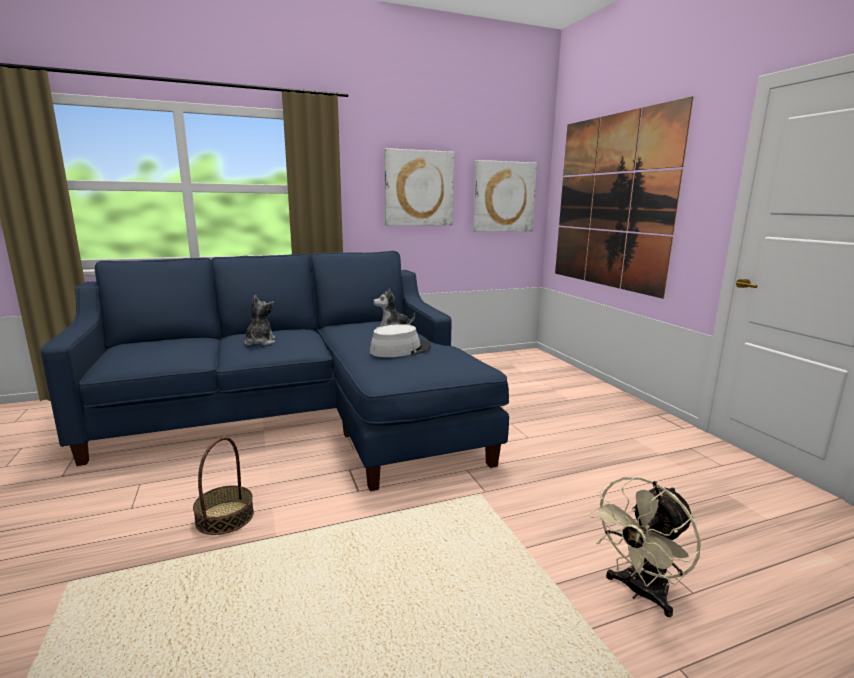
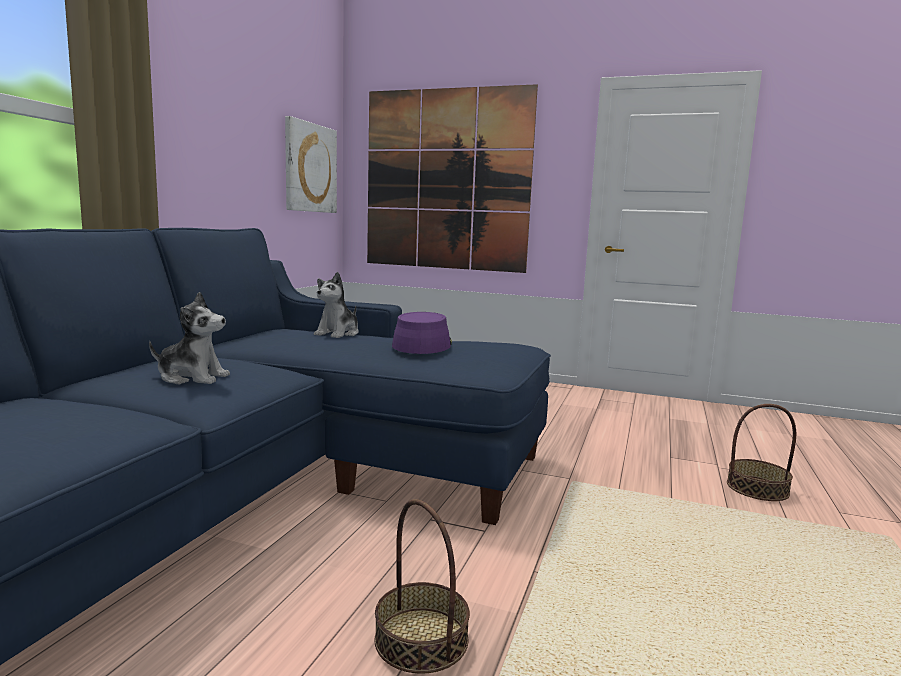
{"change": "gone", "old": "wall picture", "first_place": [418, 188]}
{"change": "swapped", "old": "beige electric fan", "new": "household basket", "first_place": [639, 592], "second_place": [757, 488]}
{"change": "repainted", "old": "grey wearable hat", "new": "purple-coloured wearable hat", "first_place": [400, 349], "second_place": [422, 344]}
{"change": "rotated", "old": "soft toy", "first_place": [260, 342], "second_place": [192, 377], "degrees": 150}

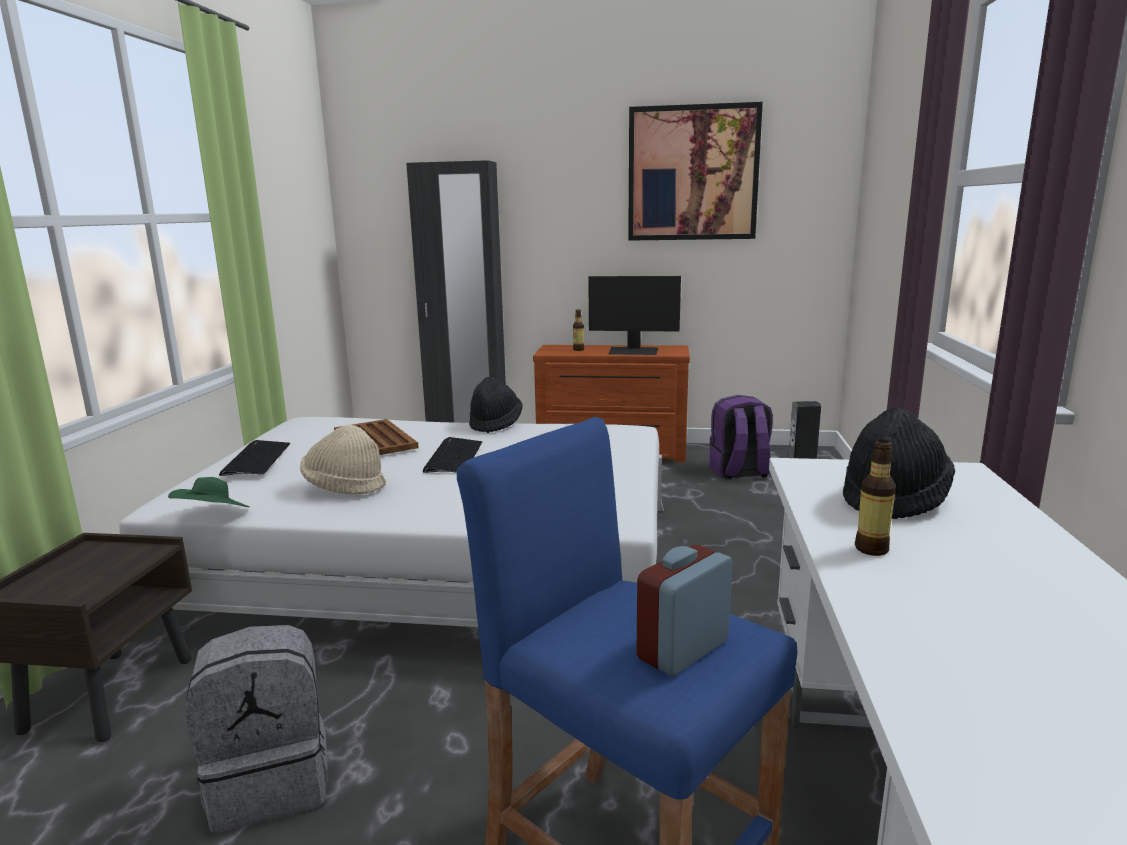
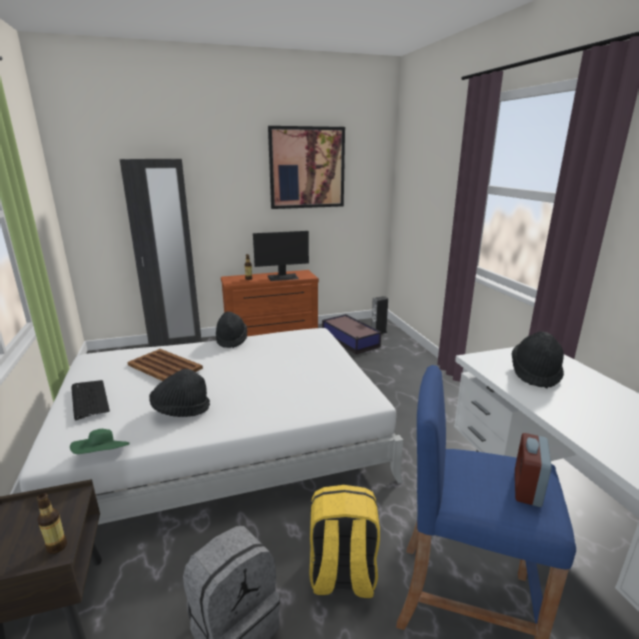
{"change": "gone", "old": "PC keyboard", "first_place": [453, 457]}
{"change": "new", "new": "yellow rucksack", "second_place": [342, 575]}
{"change": "shifted", "old": "beverage bottle", "first_place": [871, 549], "second_place": [57, 546]}
{"change": "swapped", "old": "purple-coloured rucksack", "new": "storage container", "first_place": [739, 472], "second_place": [350, 340]}
{"change": "repainted", "old": "beige wearable hat", "new": "black wearable hat", "first_place": [344, 487], "second_place": [181, 410]}

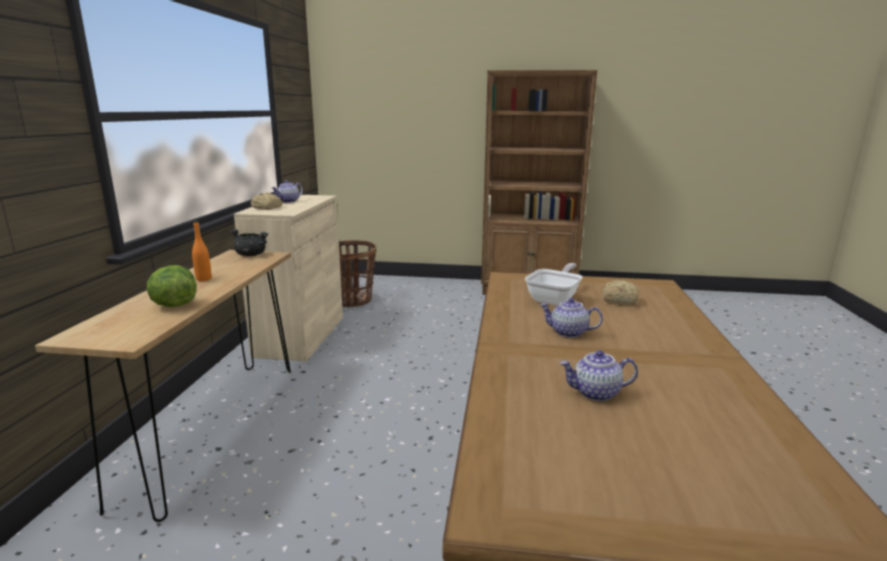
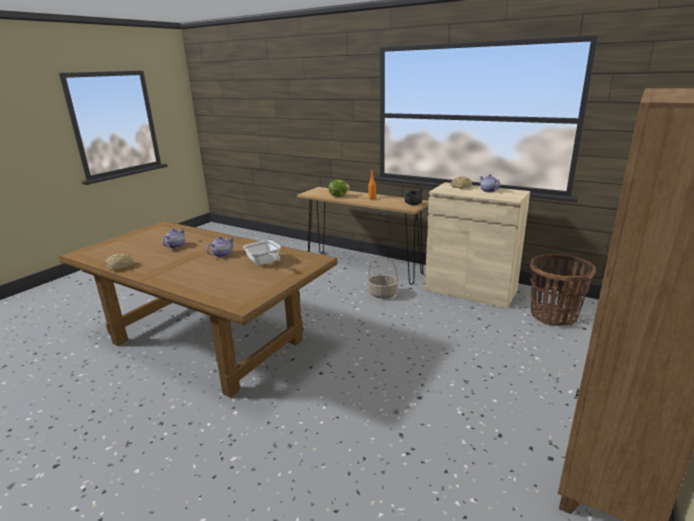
{"change": "new", "new": "household basket", "second_place": [382, 294]}
{"change": "shifted", "old": "bread", "first_place": [618, 300], "second_place": [121, 266]}

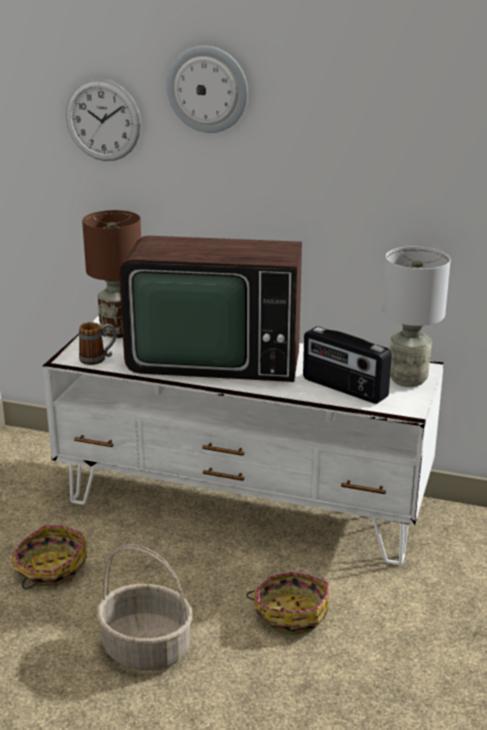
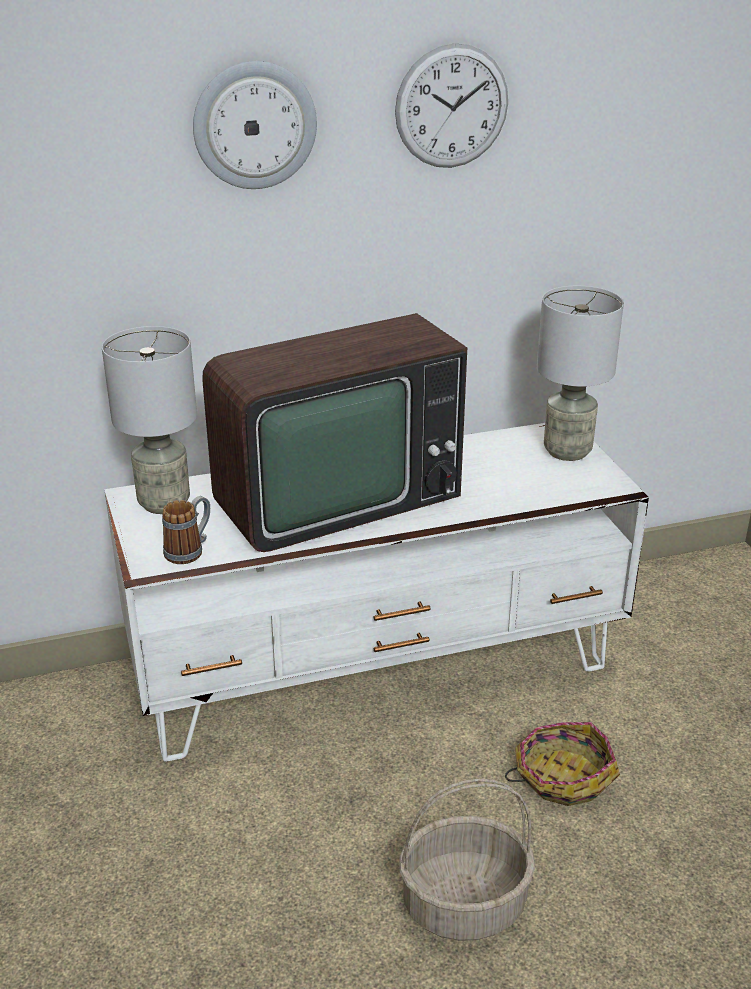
{"change": "gone", "old": "household basket", "first_place": [50, 569]}
{"change": "gone", "old": "radio receiver", "first_place": [344, 388]}
{"change": "shifted", "old": "wall clock", "first_place": [103, 120], "second_place": [452, 107]}
{"change": "repainted", "old": "brownish tabletop lamp", "new": "grey tabletop lamp", "first_place": [117, 332], "second_place": [163, 503]}

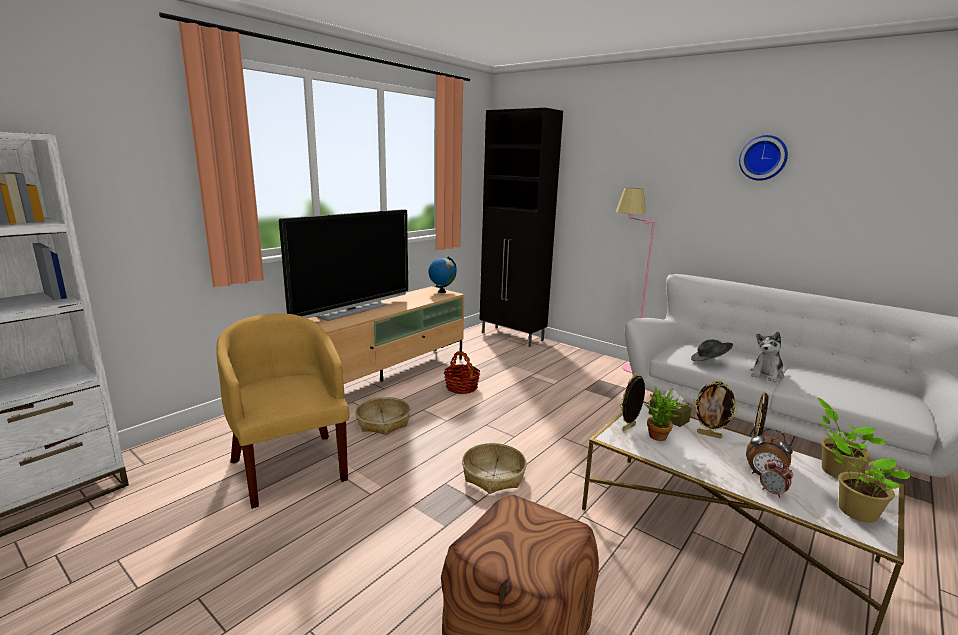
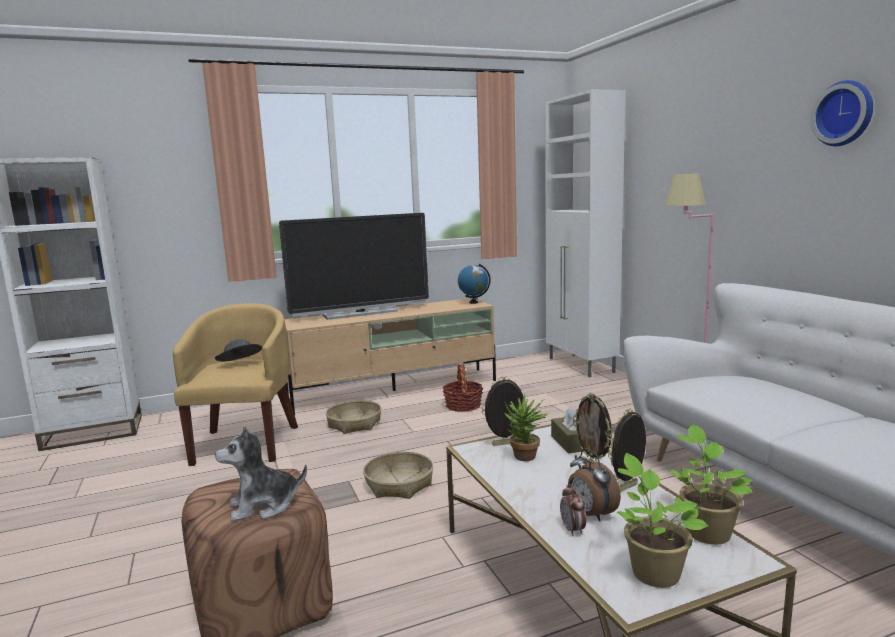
{"change": "shifted", "old": "grey wearable hat", "first_place": [709, 361], "second_place": [239, 364]}
{"change": "shifted", "old": "soft toy", "first_place": [766, 374], "second_place": [263, 506]}
{"change": "repainted", "old": "black storage cabinet", "new": "white storage cabinet", "first_place": [512, 337], "second_place": [581, 365]}

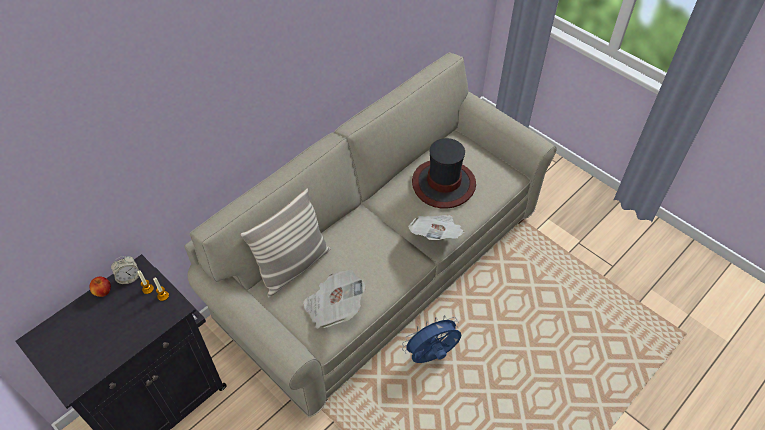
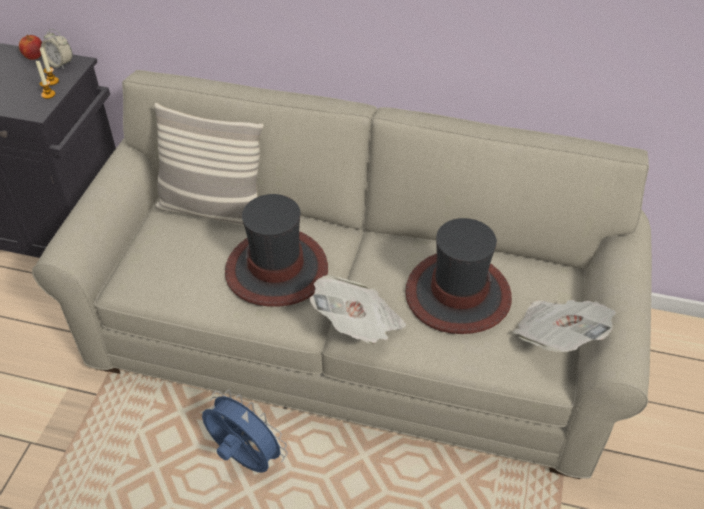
{"change": "new", "new": "wearable hat", "second_place": [277, 269]}
{"change": "shifted", "old": "newspaper", "first_place": [334, 307], "second_place": [557, 337]}

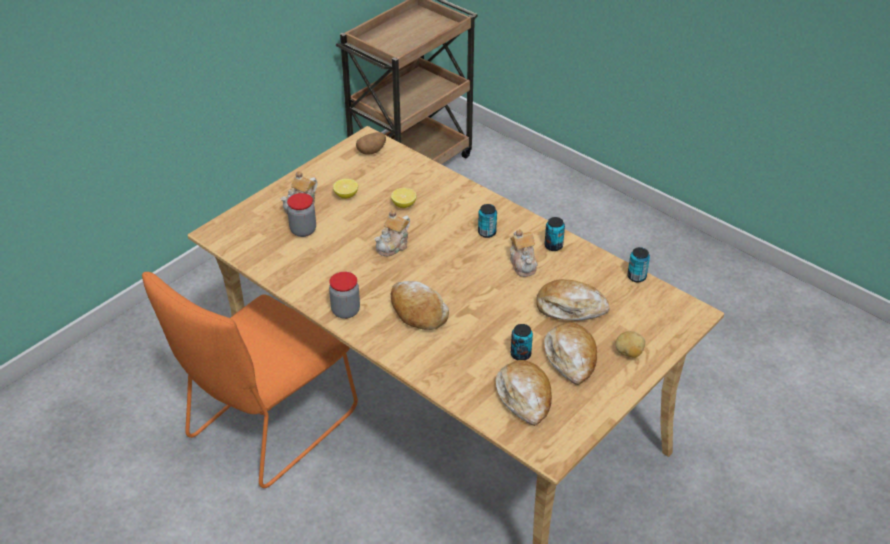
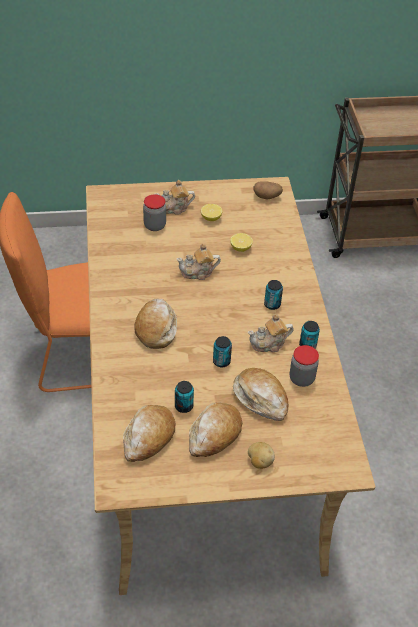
{"change": "shifted", "old": "storage jar", "first_place": [345, 311], "second_place": [301, 378]}
{"change": "shifted", "old": "can", "first_place": [636, 277], "second_place": [221, 361]}
{"change": "rotated", "old": "tea pot", "first_place": [523, 263], "second_place": [269, 343], "degrees": 45}

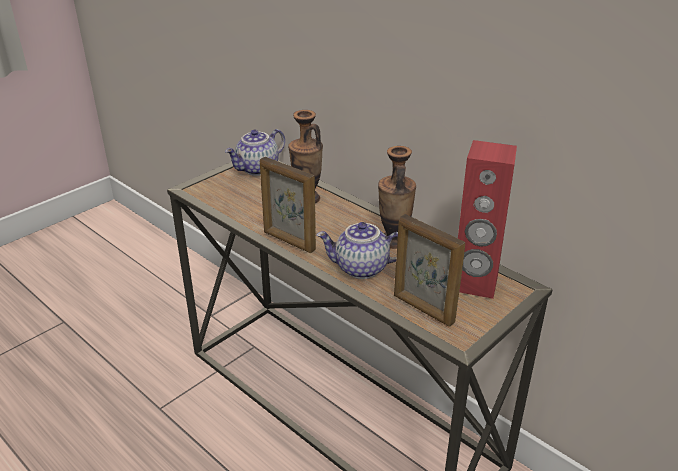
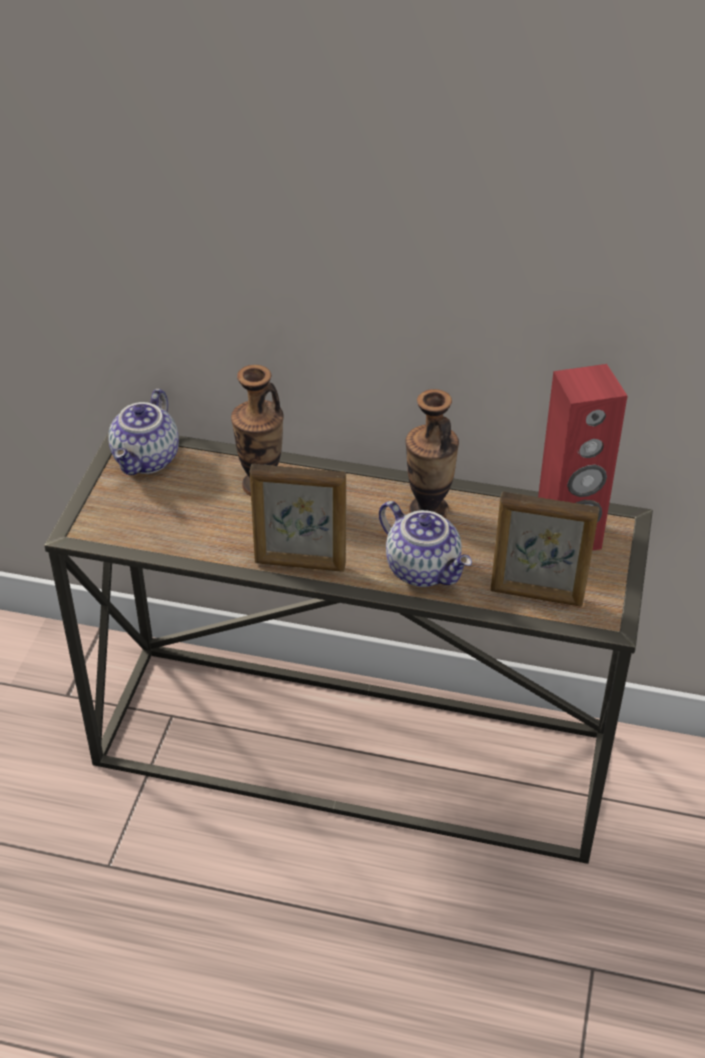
{"change": "rotated", "old": "tea pot", "first_place": [361, 269], "second_place": [424, 569], "degrees": -105}

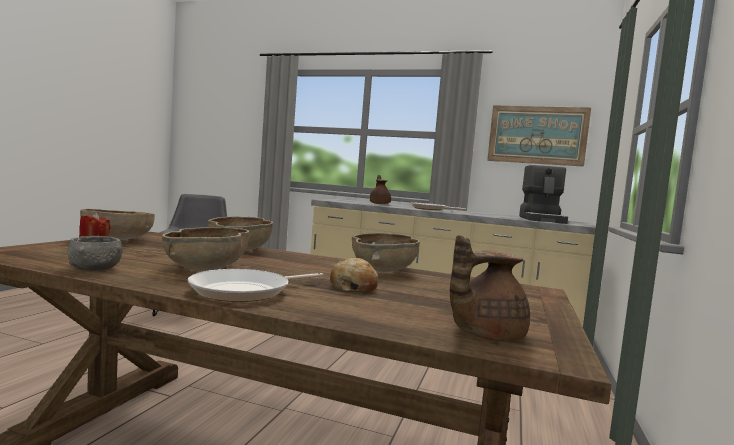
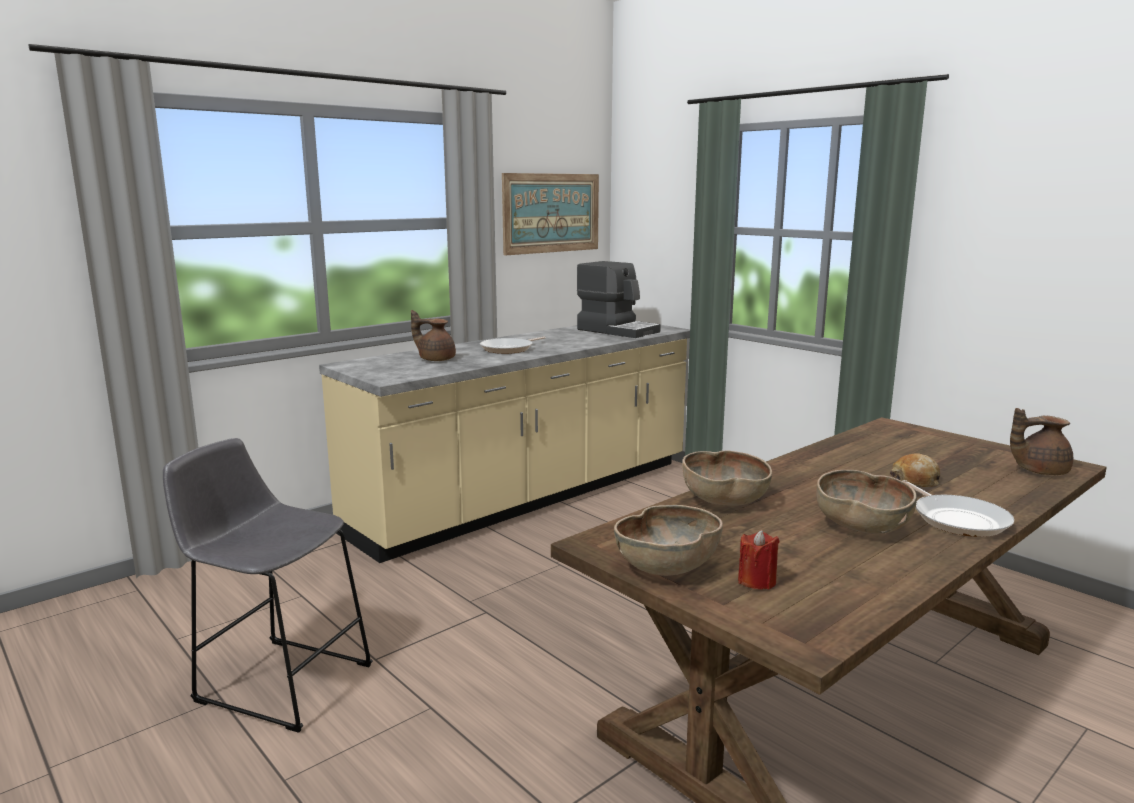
{"change": "gone", "old": "grey deep dish", "first_place": [95, 268]}
{"change": "gone", "old": "brownish deep dish", "first_place": [383, 270]}
{"change": "rotated", "old": "brownish tea pot", "first_place": [484, 335], "second_place": [1038, 470], "degrees": 90}

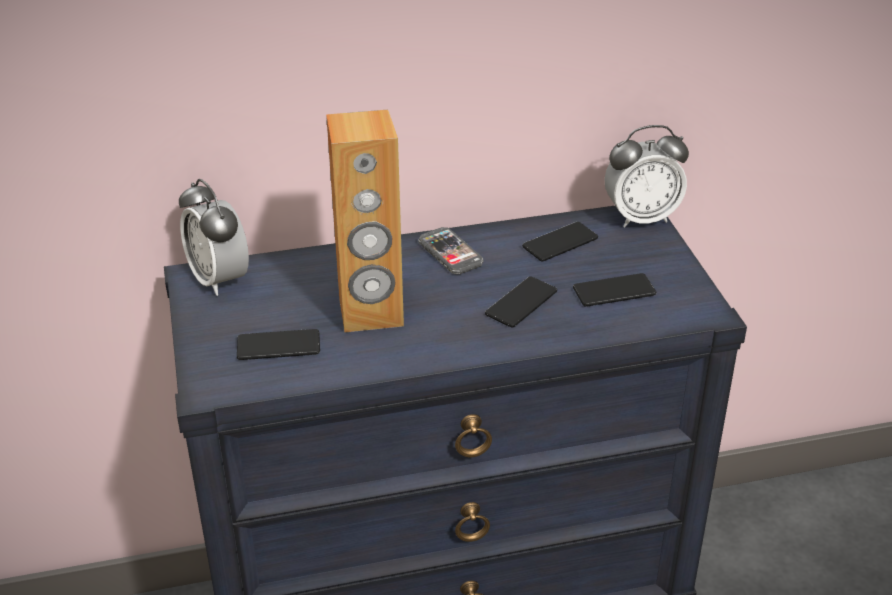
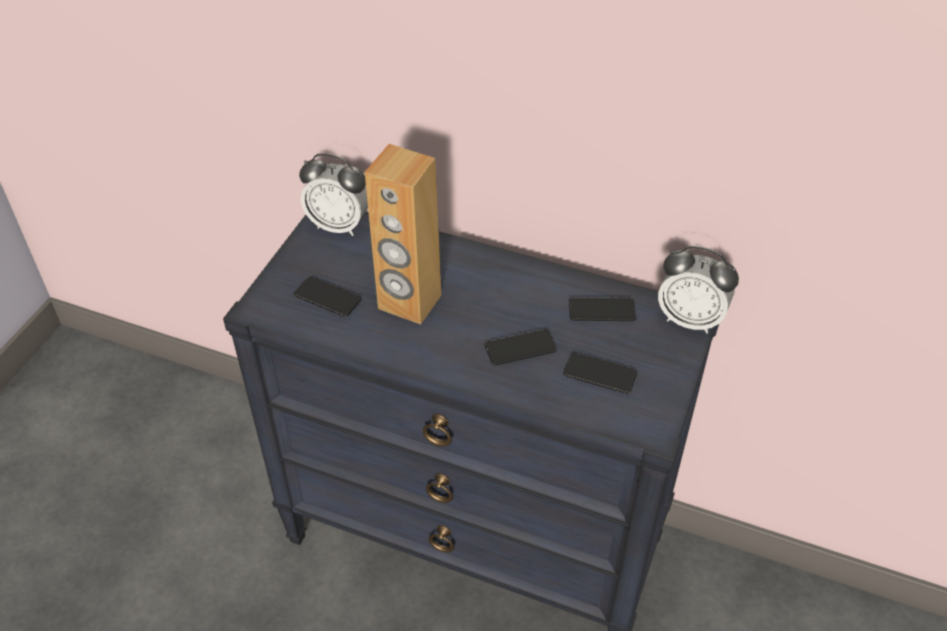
{"change": "gone", "old": "telephone", "first_place": [450, 253]}
{"change": "rotated", "old": "alarm clock", "first_place": [219, 279], "second_place": [339, 225], "degrees": -75}

